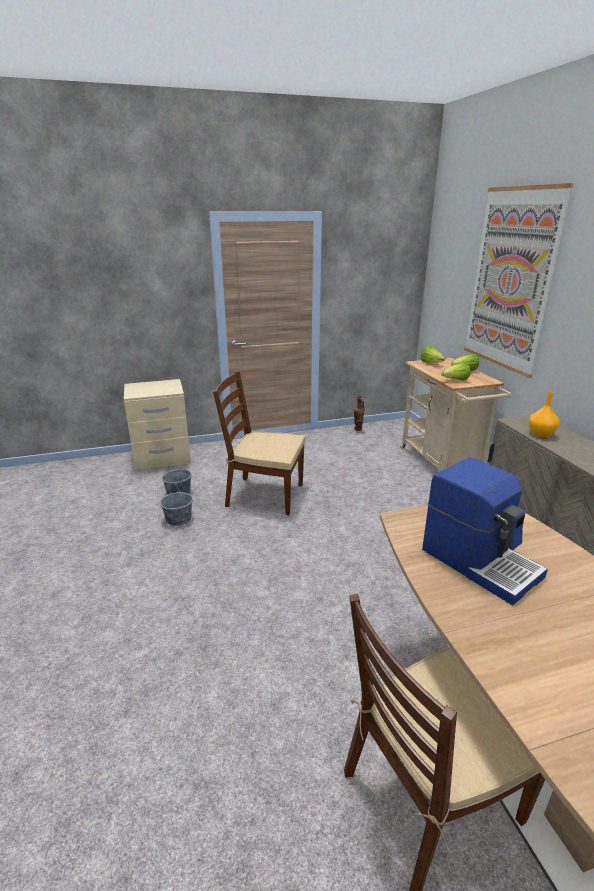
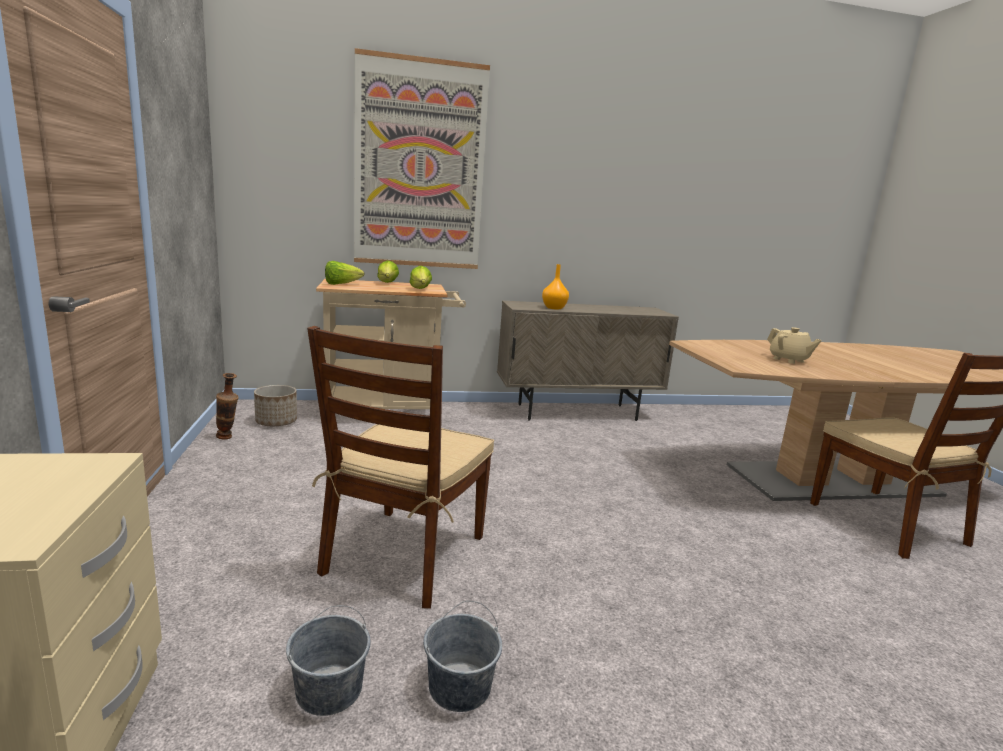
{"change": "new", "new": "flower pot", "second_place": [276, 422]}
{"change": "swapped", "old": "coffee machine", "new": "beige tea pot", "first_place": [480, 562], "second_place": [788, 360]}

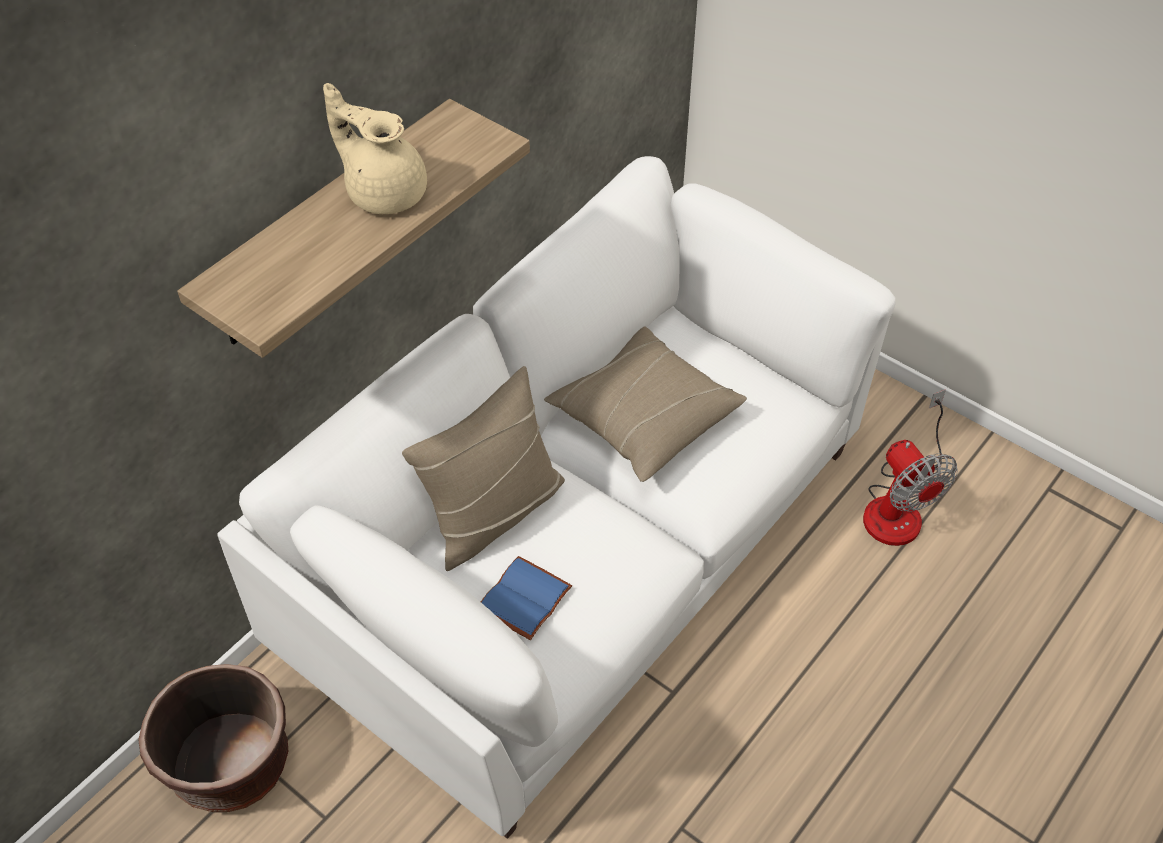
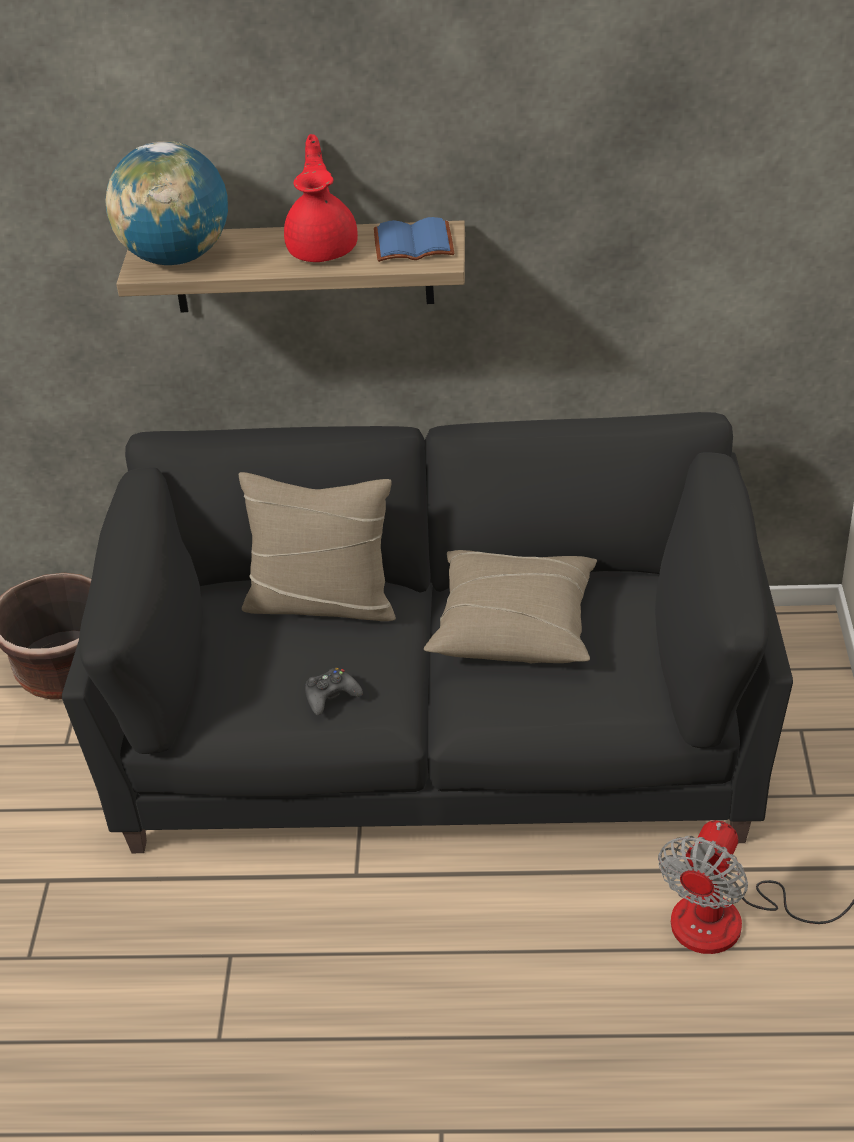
{"change": "new", "new": "desk globe", "second_place": [176, 258]}
{"change": "new", "new": "black joypad", "second_place": [331, 696]}
{"change": "shifted", "old": "blue-coloured bound book", "first_place": [523, 597], "second_place": [414, 242]}
{"change": "repainted", "old": "white sofa", "new": "black sofa", "first_place": [578, 549], "second_place": [438, 733]}
{"change": "repainted", "old": "beige tea pot", "new": "reddish tea pot", "first_place": [384, 192], "second_place": [323, 248]}

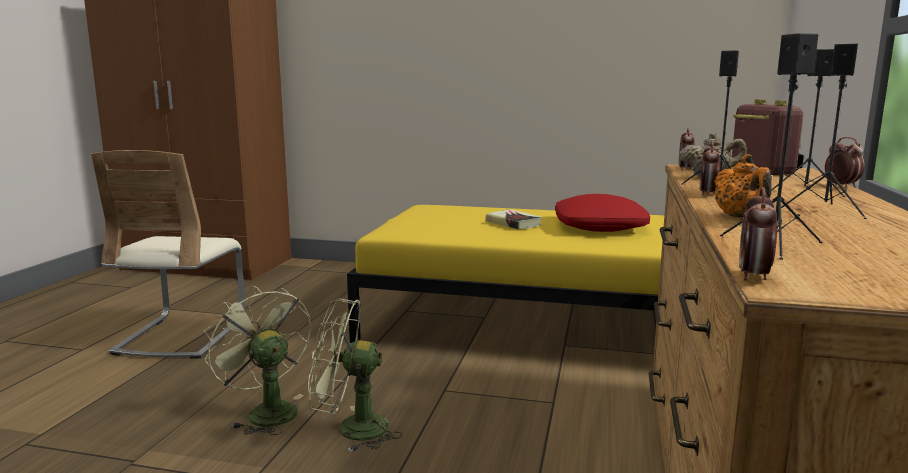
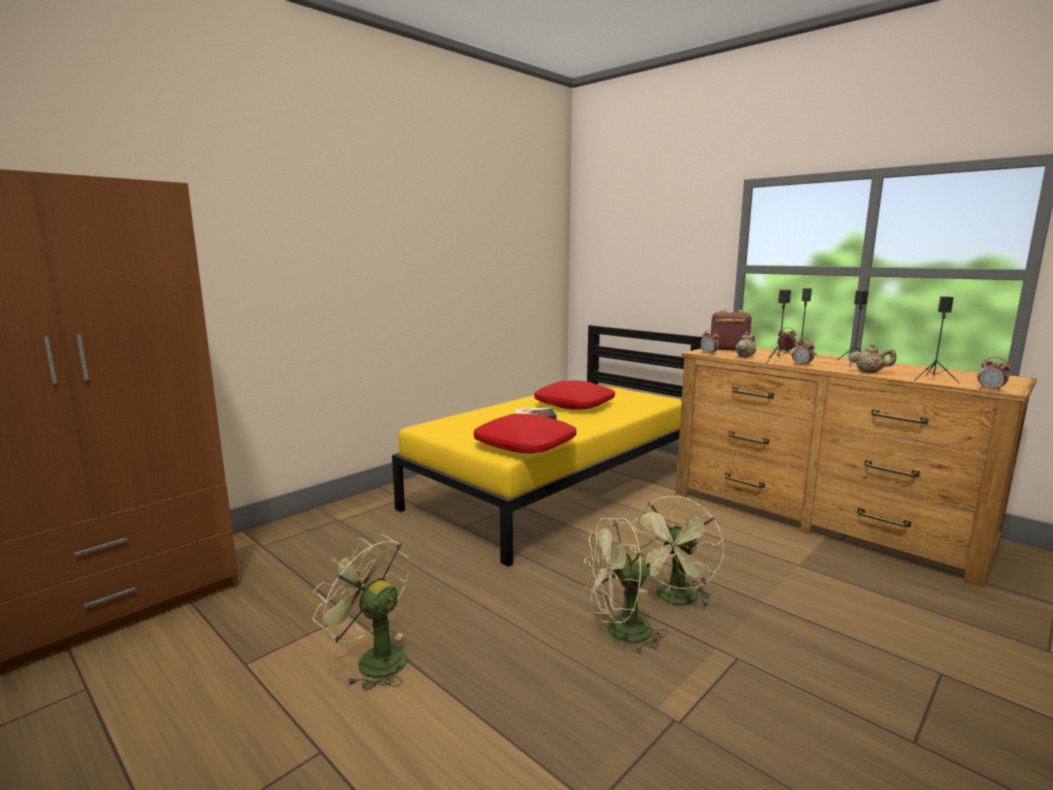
{"change": "new", "new": "reddish throw pillow", "second_place": [525, 445]}
{"change": "swapped", "old": "beige plain chair", "new": "green-coloured electric fan", "first_place": [182, 335], "second_place": [373, 659]}
{"change": "repainted", "old": "orange-coloured tea pot", "new": "beige tea pot", "first_place": [740, 217], "second_place": [869, 372]}

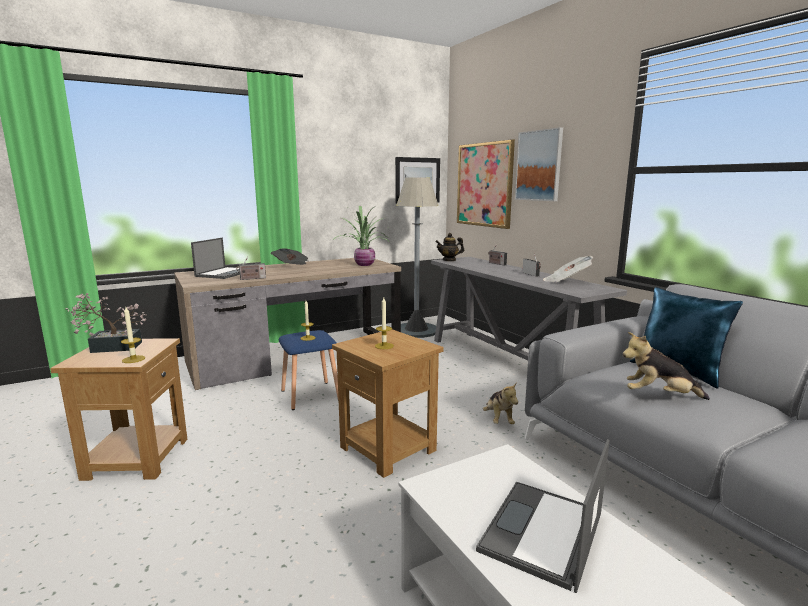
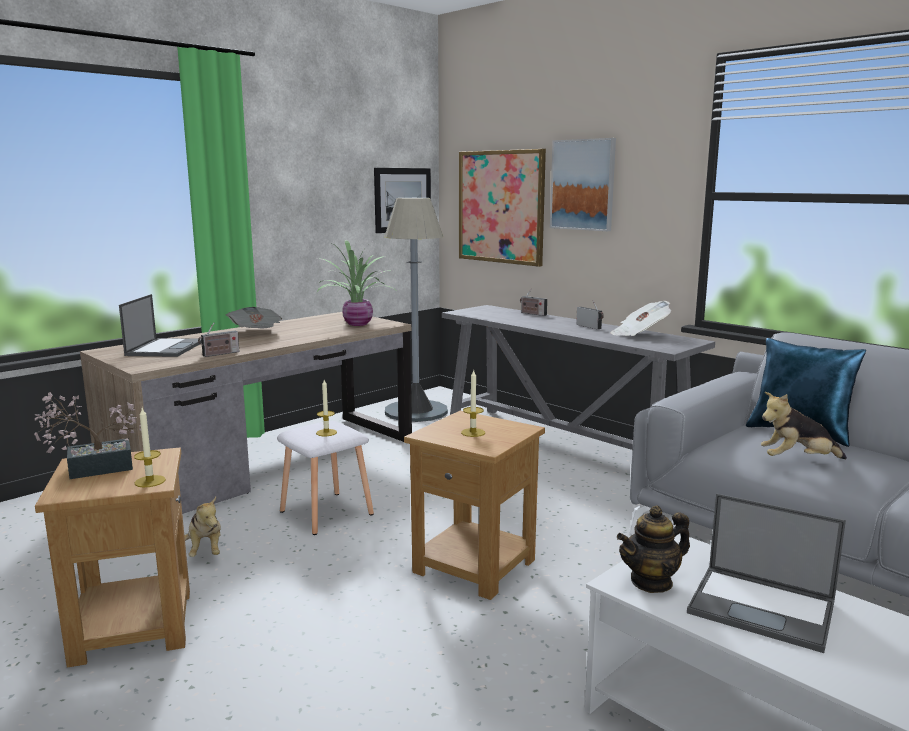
{"change": "shifted", "old": "tea pot", "first_place": [449, 260], "second_place": [651, 582]}
{"change": "shifted", "old": "soft toy", "first_place": [498, 419], "second_place": [205, 550]}
{"change": "repainted", "old": "blue-coloured stool seat", "new": "white stool seat", "first_place": [309, 395], "second_place": [325, 513]}
{"change": "rotated", "old": "laptop", "first_place": [542, 533], "second_place": [763, 608], "degrees": -75}

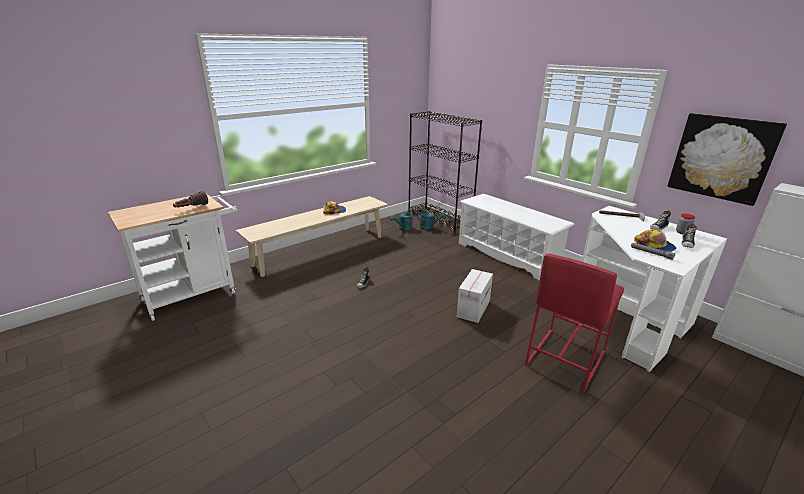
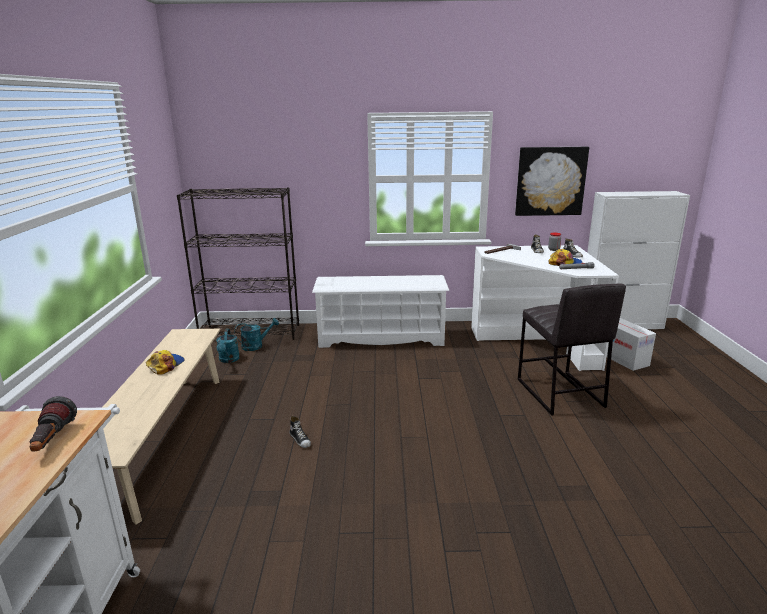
{"change": "shifted", "old": "cardboard box", "first_place": [473, 309], "second_place": [623, 359]}
{"change": "repainted", "old": "reddish stool seat", "new": "grey stool seat", "first_place": [564, 358], "second_place": [559, 393]}

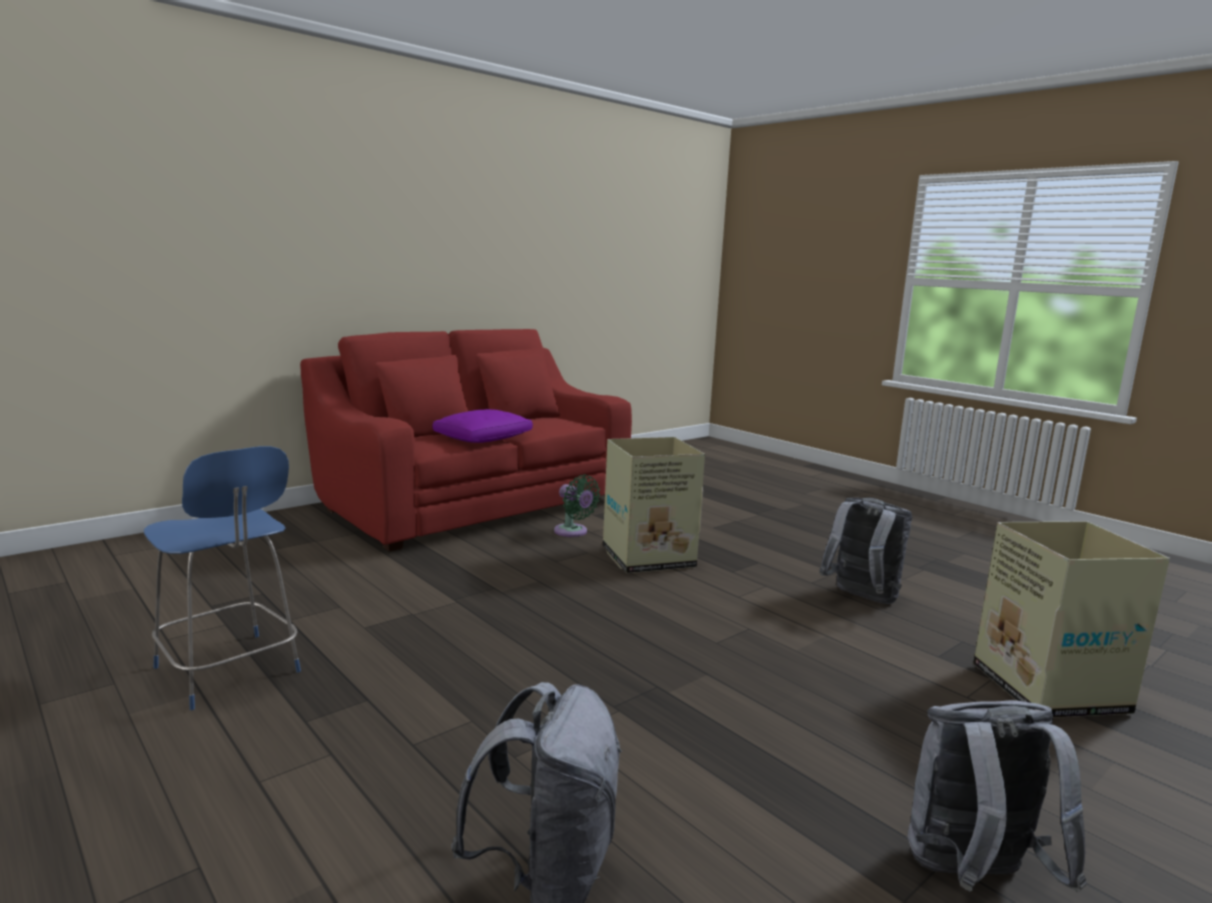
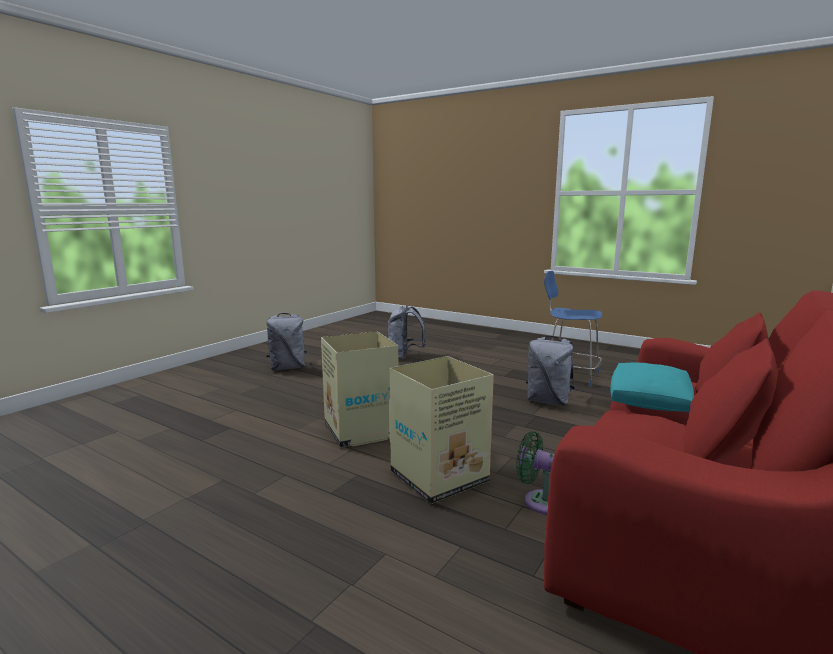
{"change": "shifted", "old": "grey rucksack", "first_place": [861, 599], "second_place": [548, 401]}
{"change": "shifted", "old": "cardboard box", "first_place": [1047, 688], "second_place": [361, 431]}
{"change": "repainted", "old": "purple-coloured throw pillow", "new": "blue-green throw pillow", "first_place": [484, 439], "second_place": [649, 400]}

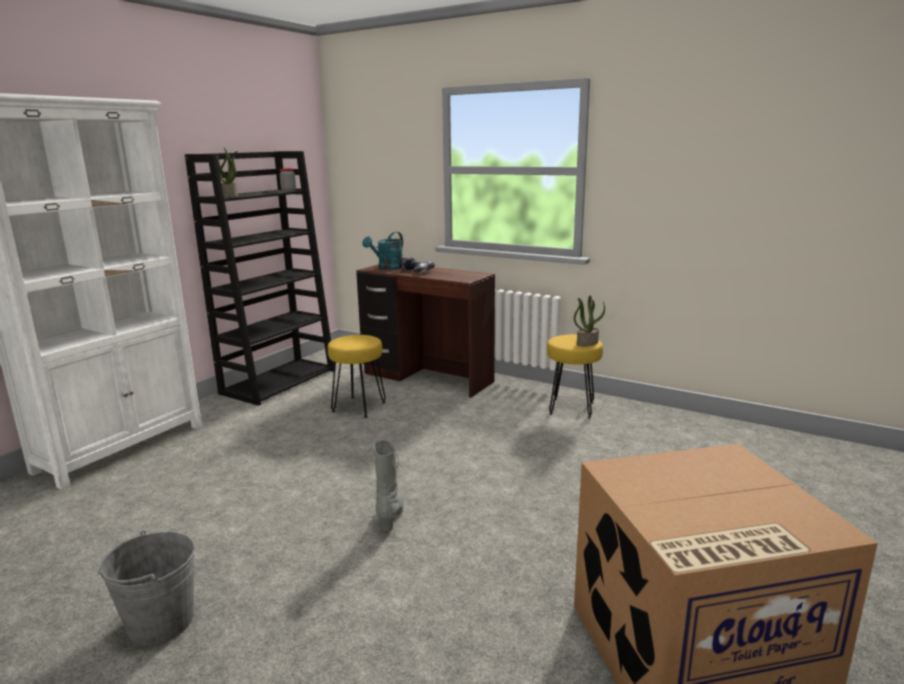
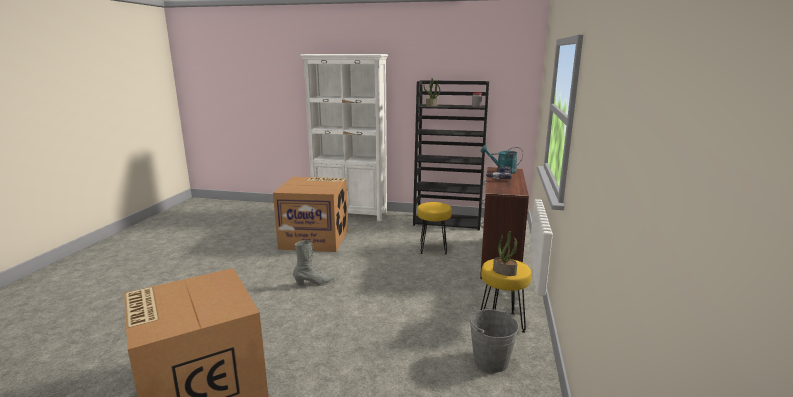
{"change": "new", "new": "cardboard box", "second_place": [316, 238]}
{"change": "shifted", "old": "grey pail", "first_place": [161, 622], "second_place": [491, 361]}

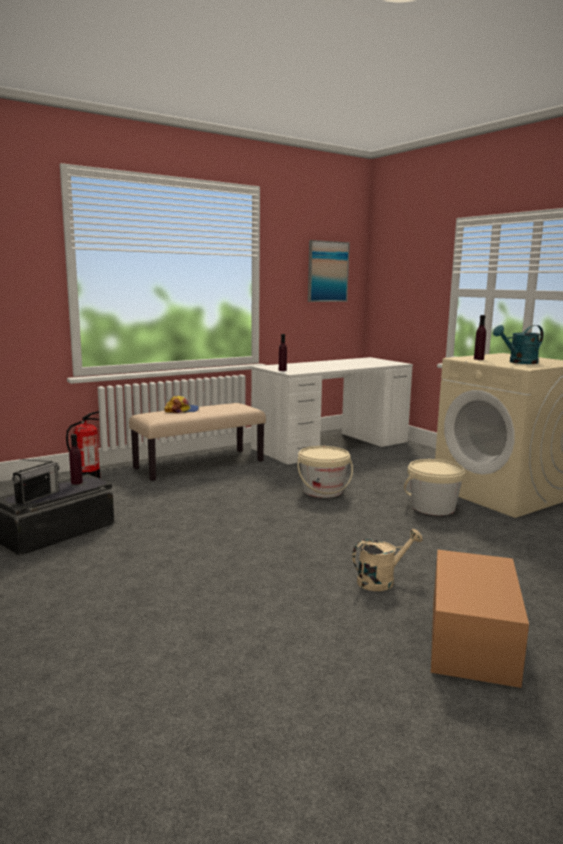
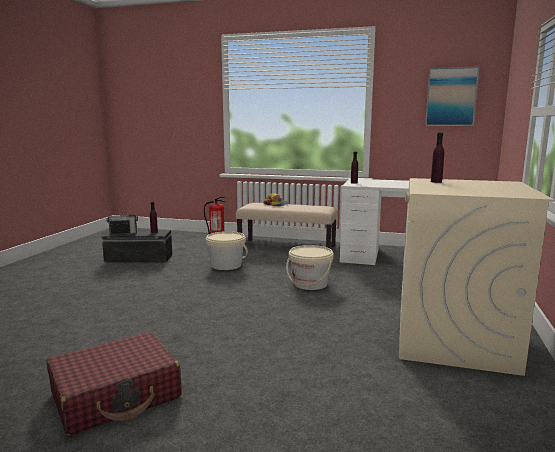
{"change": "gone", "old": "beige watering pot", "first_place": [381, 580]}
{"change": "gone", "old": "blue-green watering pot", "first_place": [519, 362]}
{"change": "shifted", "old": "beige pail", "first_place": [433, 507], "second_place": [226, 265]}
{"change": "swapped", "old": "cardboard box", "new": "reddish suitcase", "first_place": [471, 639], "second_place": [116, 395]}

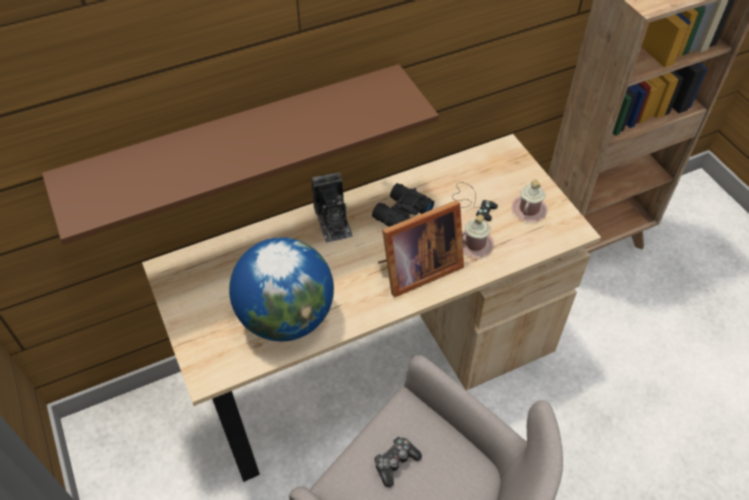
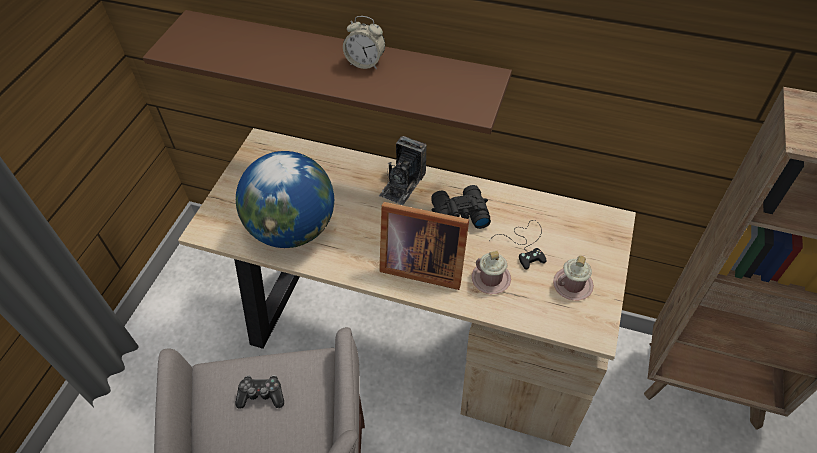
{"change": "new", "new": "alarm clock", "second_place": [365, 63]}

